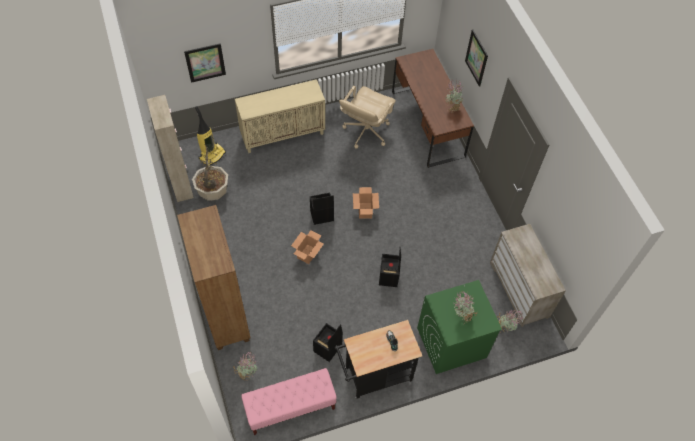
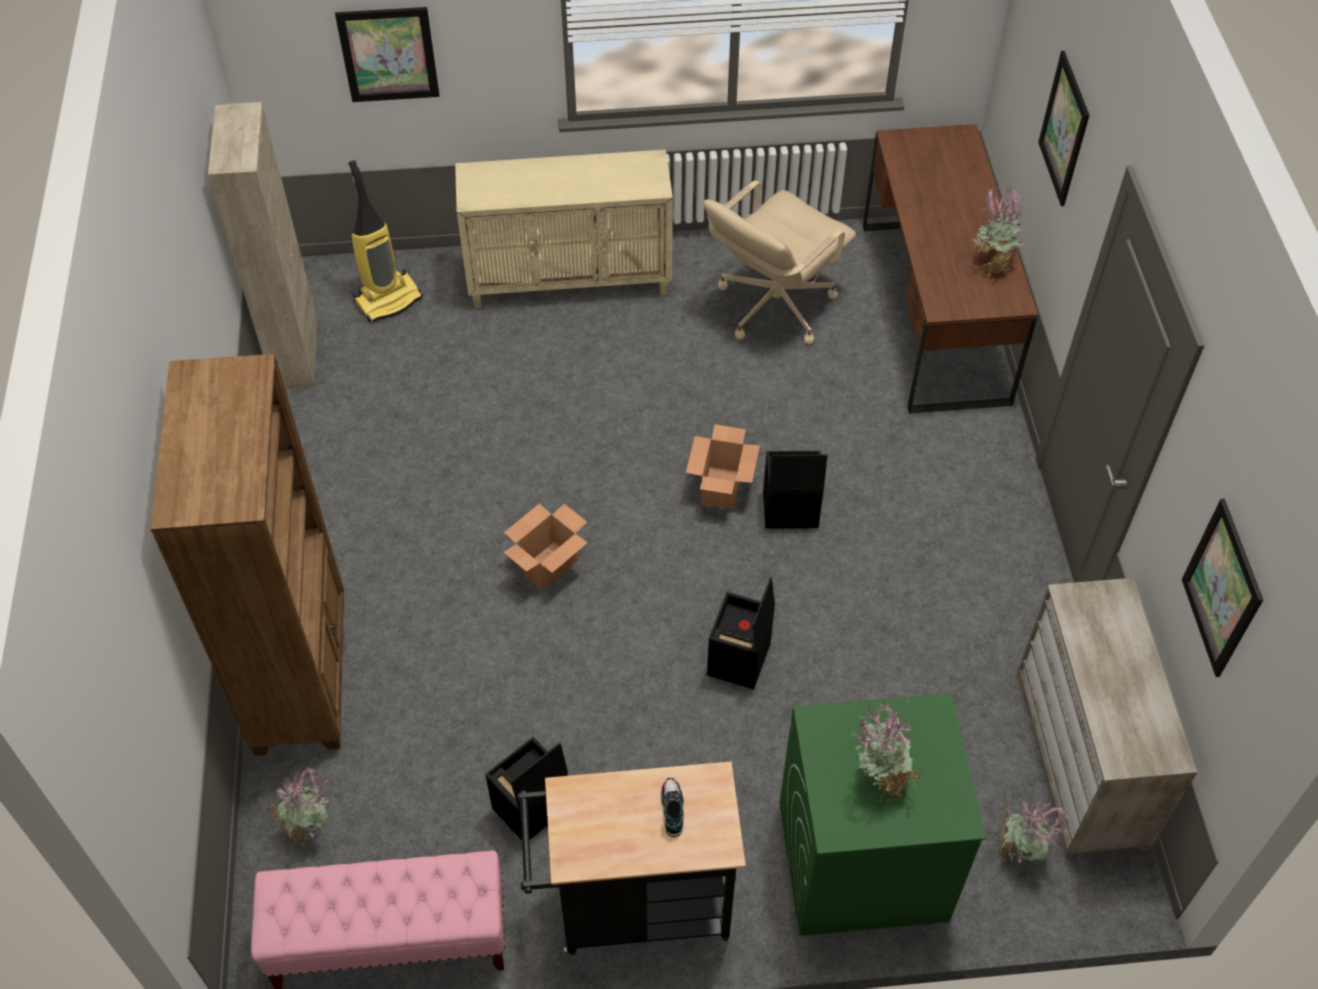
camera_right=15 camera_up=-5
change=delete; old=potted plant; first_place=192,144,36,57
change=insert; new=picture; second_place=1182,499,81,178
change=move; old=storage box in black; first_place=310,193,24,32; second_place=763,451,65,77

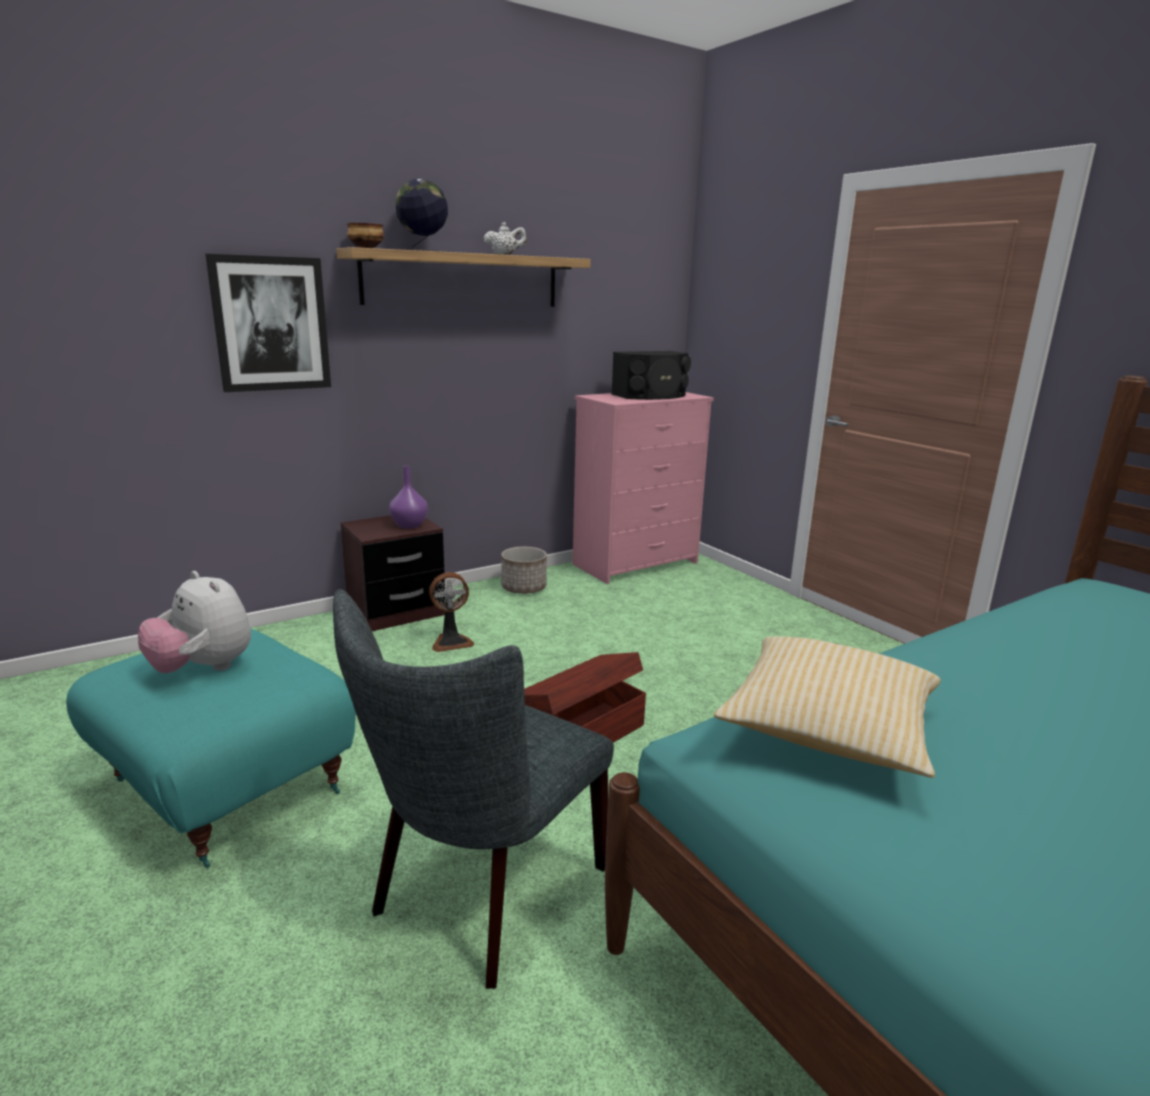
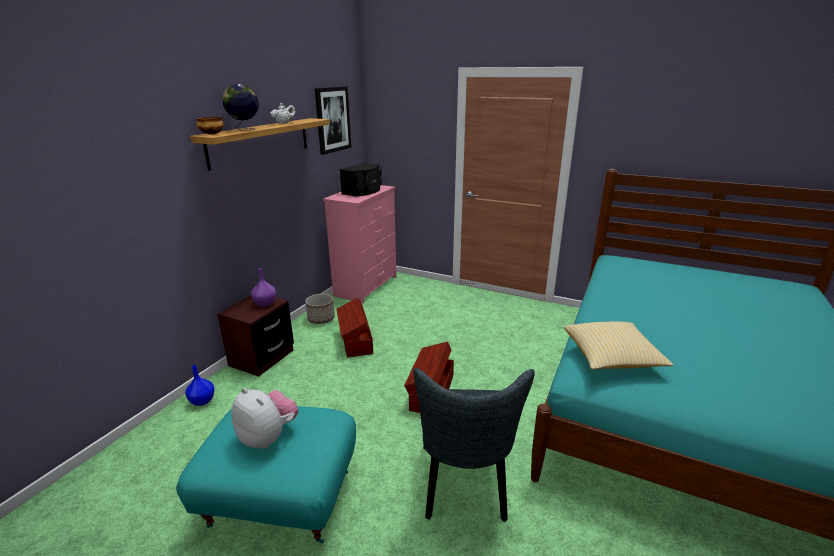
camera_right=-30 camera_up=5
change=delete; old=fan; first_place=429,572,45,80
change=insert; new=vase in blue; second_place=186,365,28,41
change=insert; new=storage box in brown; second_place=336,298,37,60
change=move; old=picture; first_place=205,254,126,138; second_place=315,86,36,69
change=rotate; old=plush toy; first_place=138,571,113,102; second_place=231,388,67,61; degrees=-150

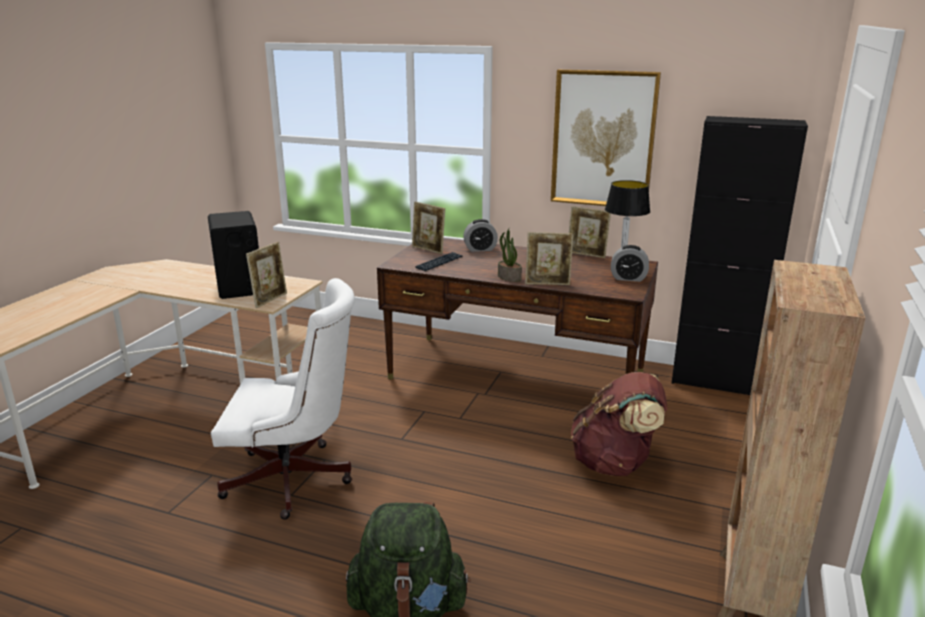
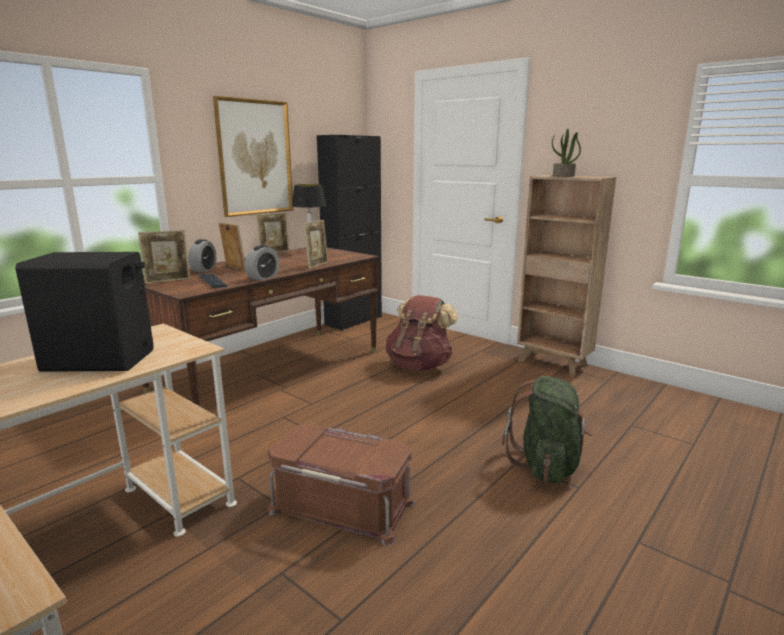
camera_right=-70 camera_up=-5
change=move; old=picture frame; first_place=246,242,41,66; second_place=218,222,28,49
change=move; old=potted plant; first_place=498,228,24,54; second_place=552,128,29,49
change=move; old=alarm clock; first_place=611,245,38,37; second_place=245,245,35,36
change=replace; old=office chair in white; new=storage box in brown; first_place=211,278,144,242; second_place=267,424,148,122

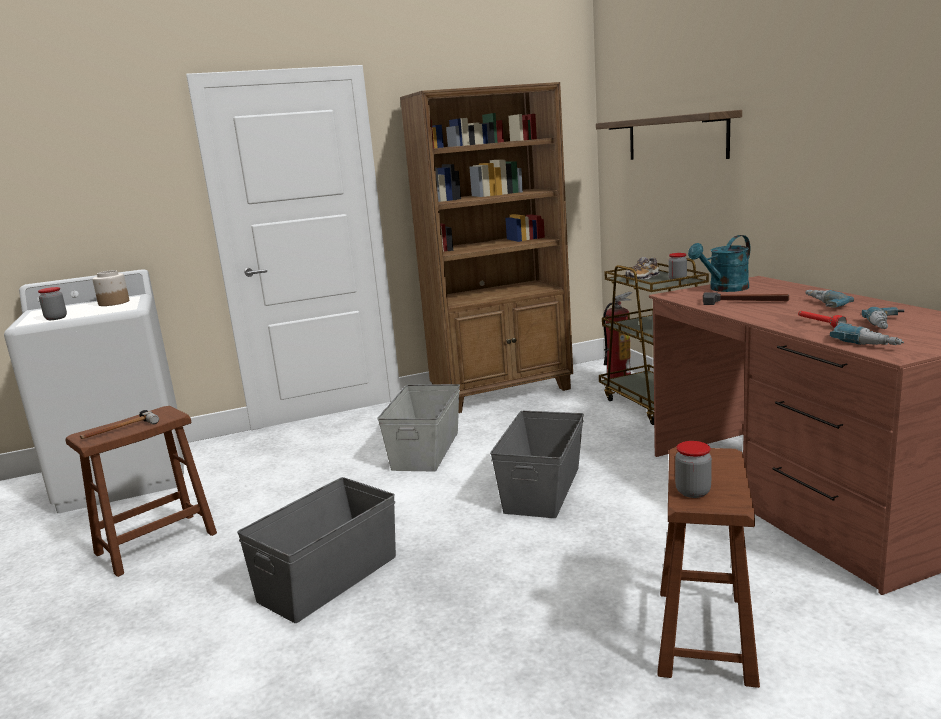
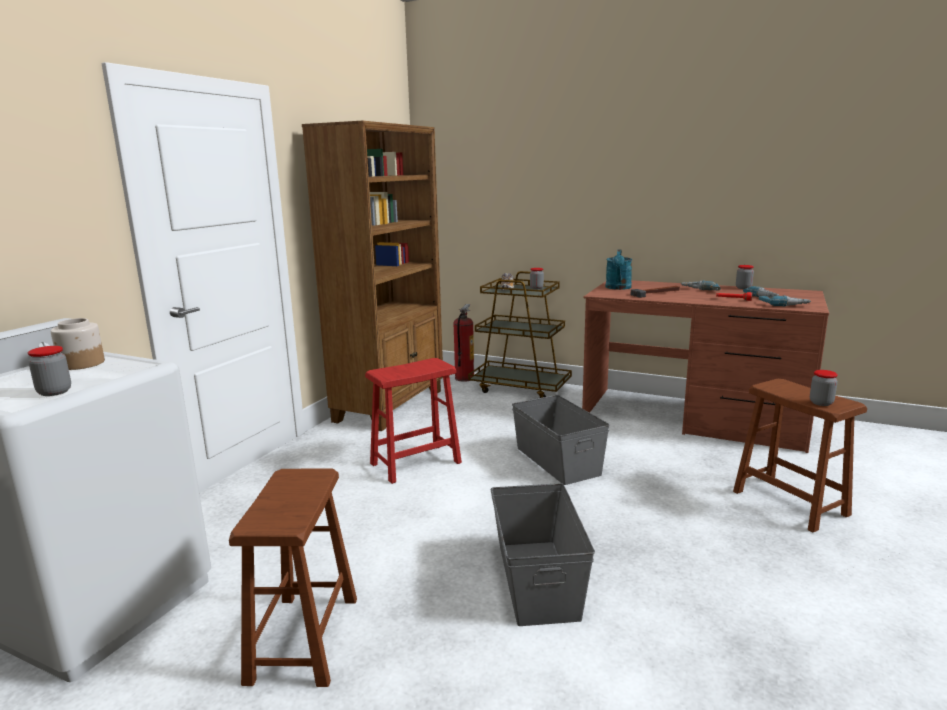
camera_right=-45 camera_up=0
change=delete; old=hammer; first_place=80,410,79,29
change=delete; old=shelf; first_place=596,110,146,50
change=insert; new=jar; second_place=736,265,18,24
change=replace; old=storage box in grey; new=stool in red; first_place=377,384,83,87; second_place=365,358,97,126

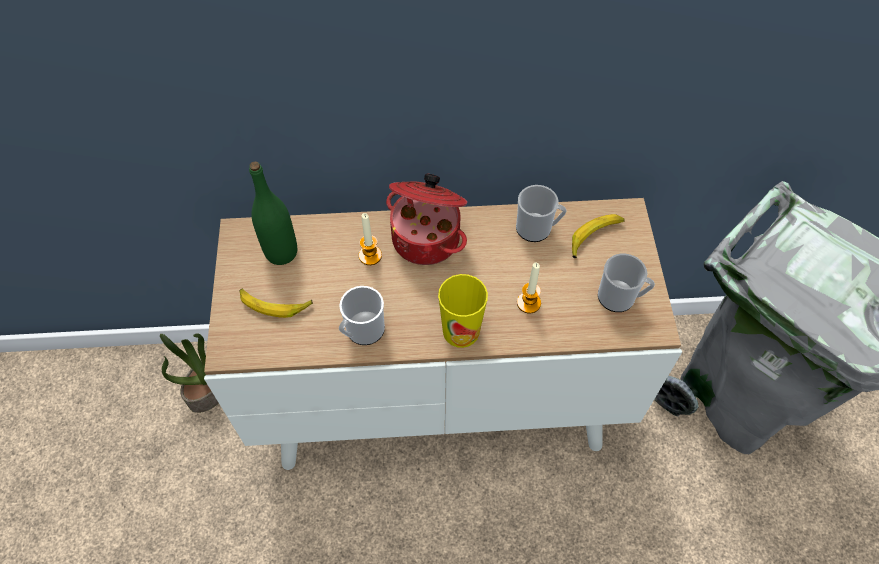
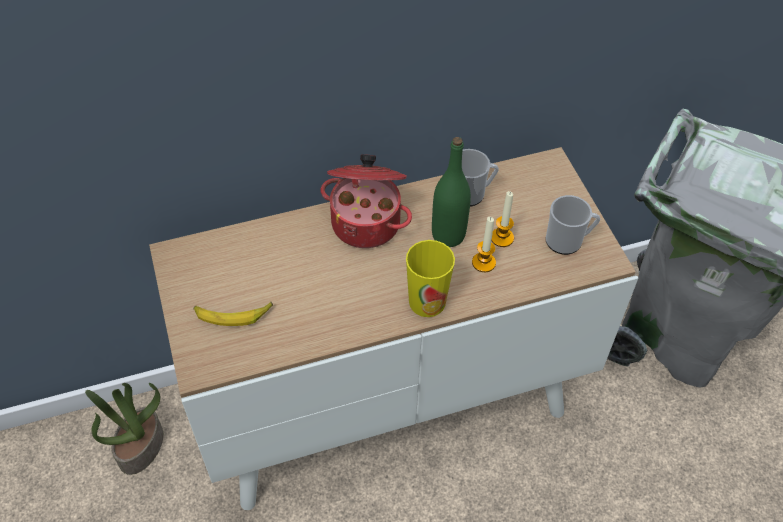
camera_right=-15 camera_up=-5
change=delete; old=mug; first_place=339,286,46,59
change=delete; old=banana; first_place=572,214,52,44
change=move; old=bottle in green; first_place=249,162,48,103; second_place=432,137,39,110
change=move; old=candle; first_place=359,213,23,52; second_place=491,191,23,56

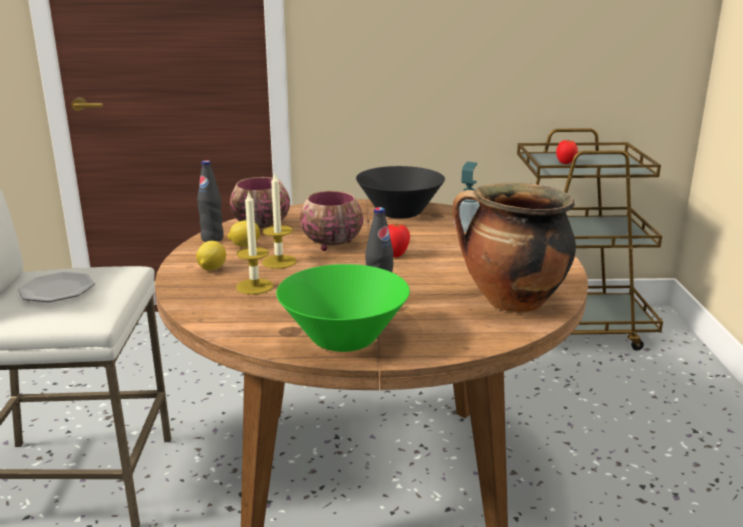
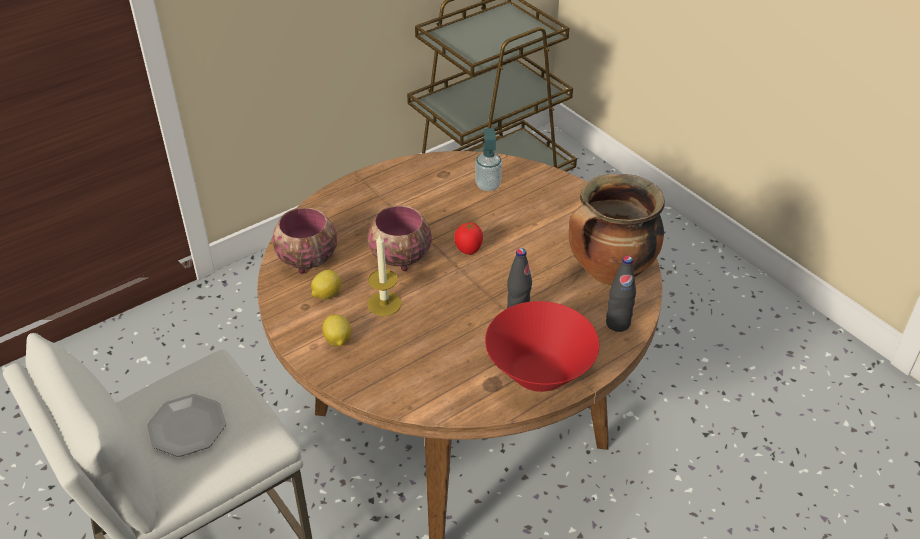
camera_right=-35 camera_up=20
change=delete; old=candle; first_place=236,190,37,105
change=delete; old=bowl in black; first_place=356,166,89,53
change=delete; old=tomato; first_place=556,140,22,24
change=move; old=bottle in black; first_place=197,160,27,82; second_place=606,256,30,76
change=recolor; old=bowl in green; new=bowl in red; first_place=276,264,134,88; second_place=485,301,114,91

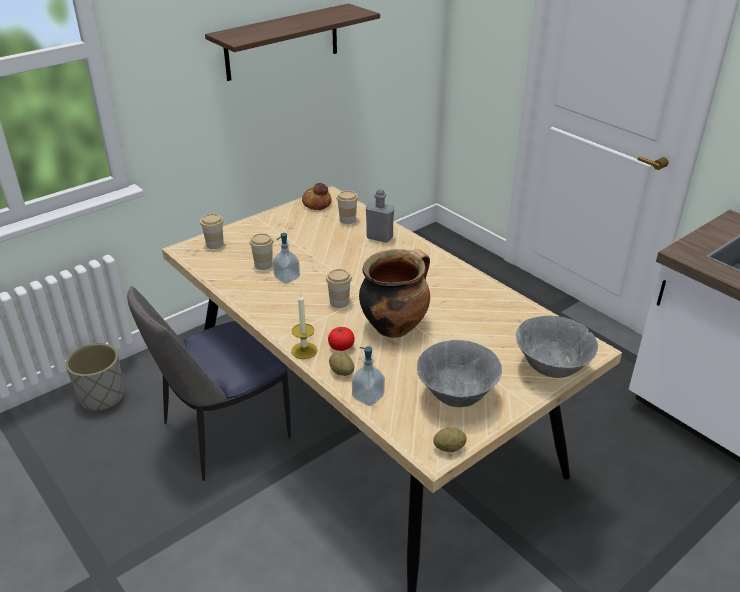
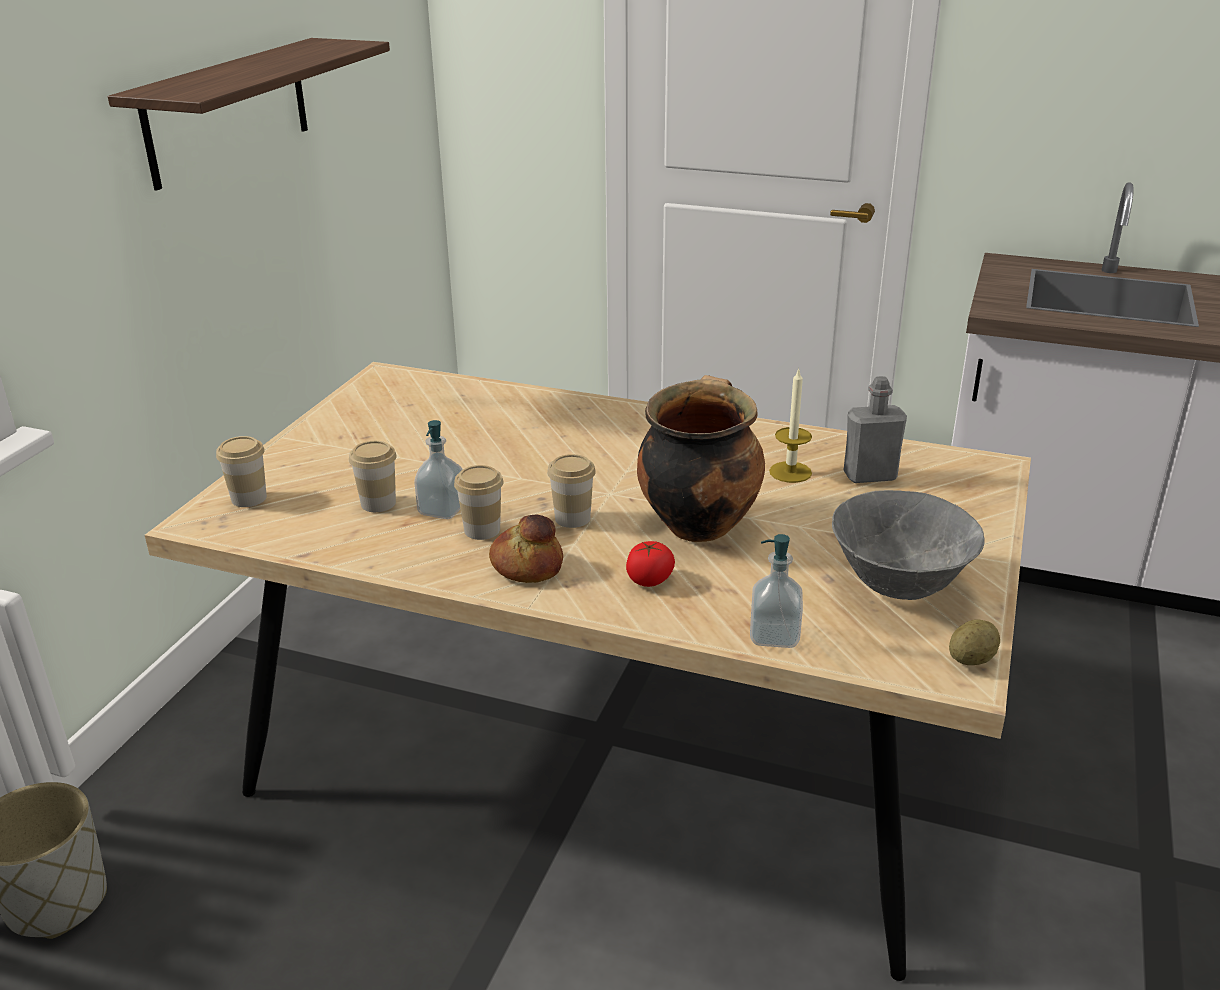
camera_right=-30 camera_up=-5
change=delete; old=chair; first_place=127,286,164,195
change=delete; old=potato; first_place=329,352,25,24
change=delete; old=bowl in grey; first_place=516,316,82,62
change=move; old=candle; first_place=291,294,26,65; second_place=769,367,43,116
change=move; old=bread; first_place=302,183,30,27; second_place=489,515,74,68
change=move; old=cup; first_place=336,191,22,33; second_place=454,465,49,75
change=move; old=bottle in grey; first_place=366,189,28,54; second_place=844,376,63,107

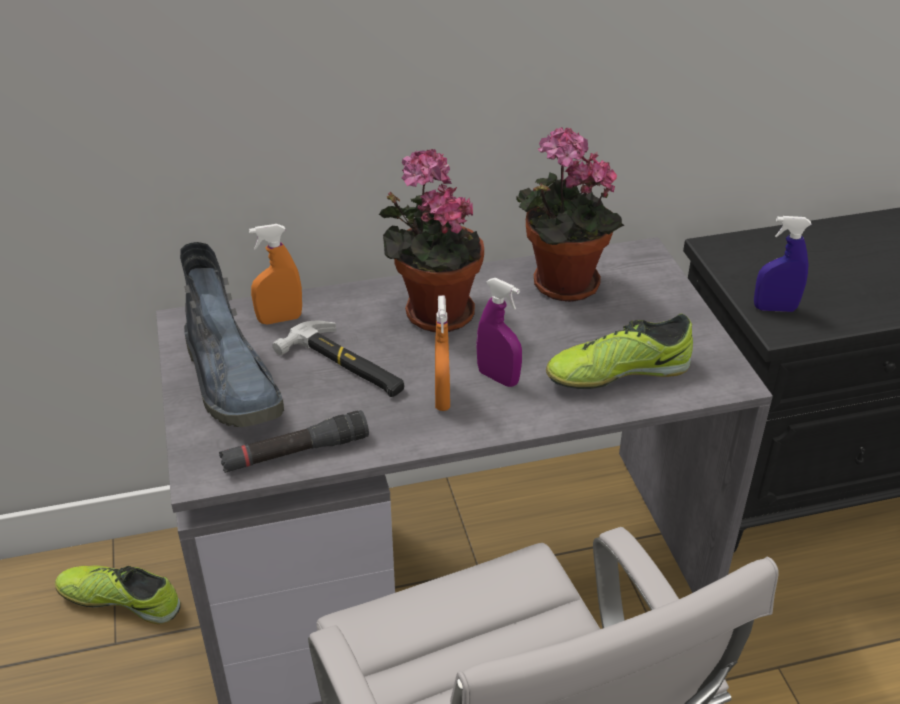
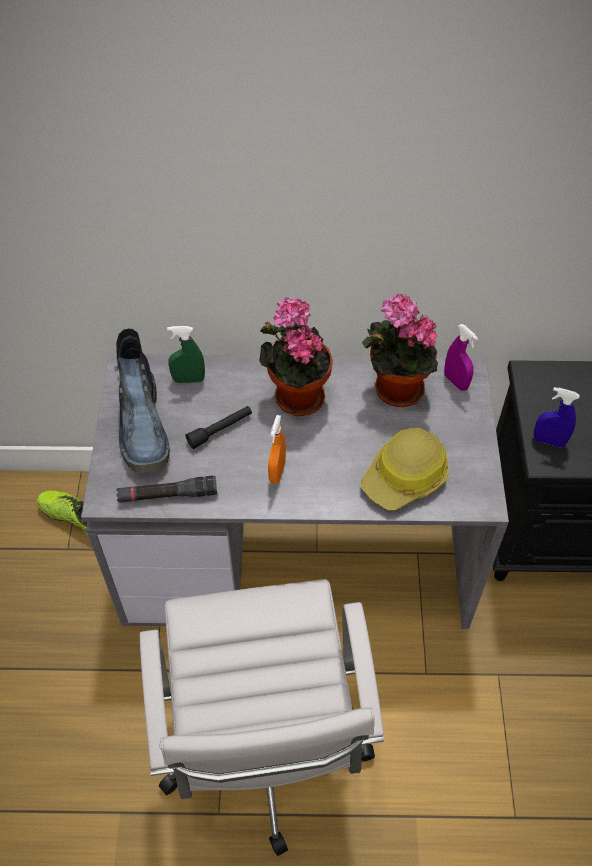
camera_right=15 camera_up=15
change=move; old=spray bottle in purple; first_place=476,278,46,109; second_place=444,324,34,67
change=replace; old=hammer; new=flashlight in black; first_place=273,320,131,77; second_place=185,406,67,43
change=replace; old=shoe; new=hard hat; first_place=546,314,147,75; second_place=361,427,88,84
change=recolor; old=spray bottle in orange; new=spray bottle in green; first_place=249,224,53,101; second_place=167,326,38,57

